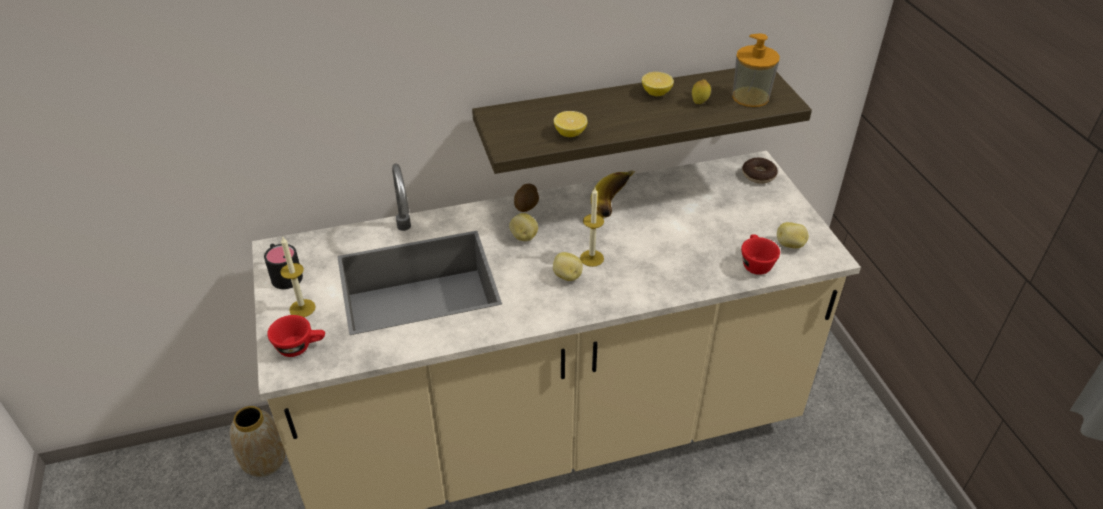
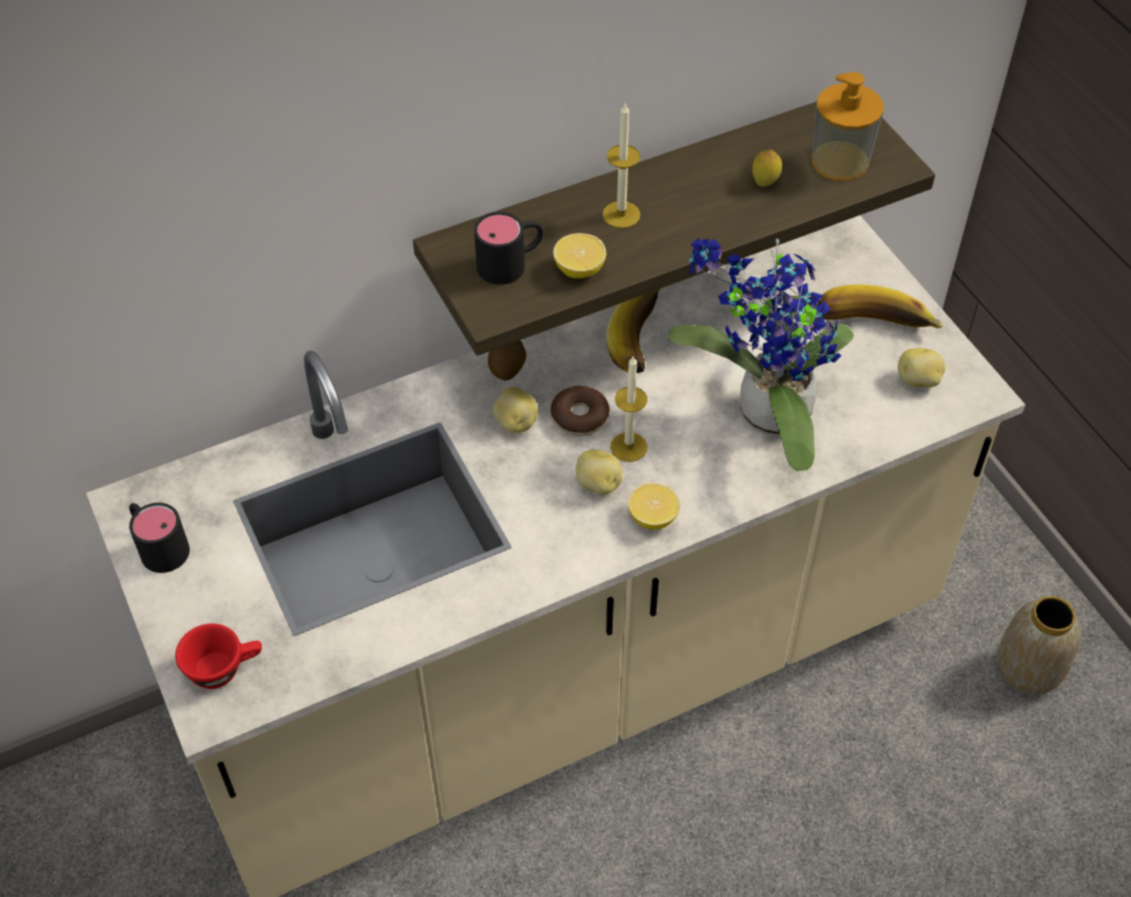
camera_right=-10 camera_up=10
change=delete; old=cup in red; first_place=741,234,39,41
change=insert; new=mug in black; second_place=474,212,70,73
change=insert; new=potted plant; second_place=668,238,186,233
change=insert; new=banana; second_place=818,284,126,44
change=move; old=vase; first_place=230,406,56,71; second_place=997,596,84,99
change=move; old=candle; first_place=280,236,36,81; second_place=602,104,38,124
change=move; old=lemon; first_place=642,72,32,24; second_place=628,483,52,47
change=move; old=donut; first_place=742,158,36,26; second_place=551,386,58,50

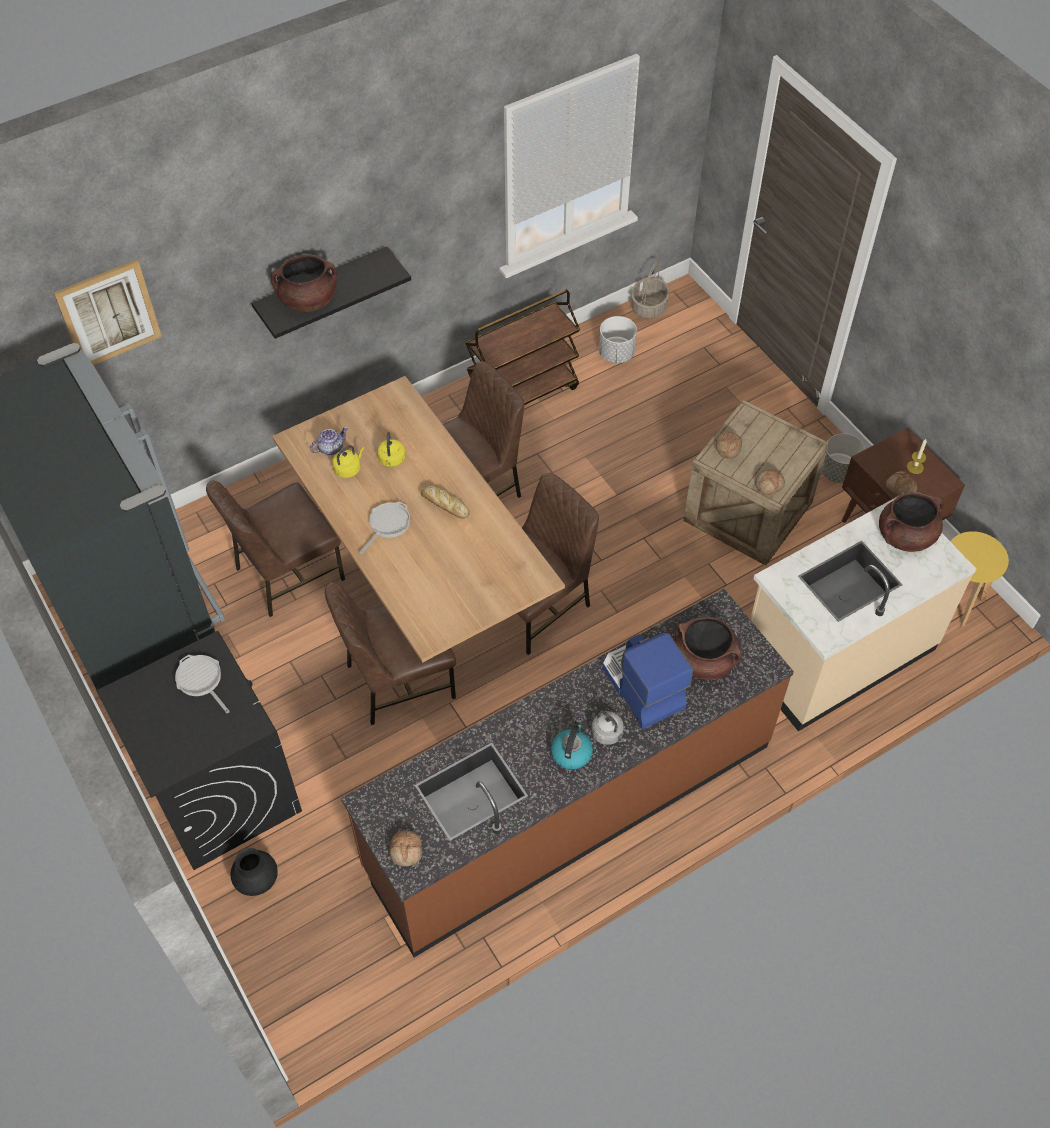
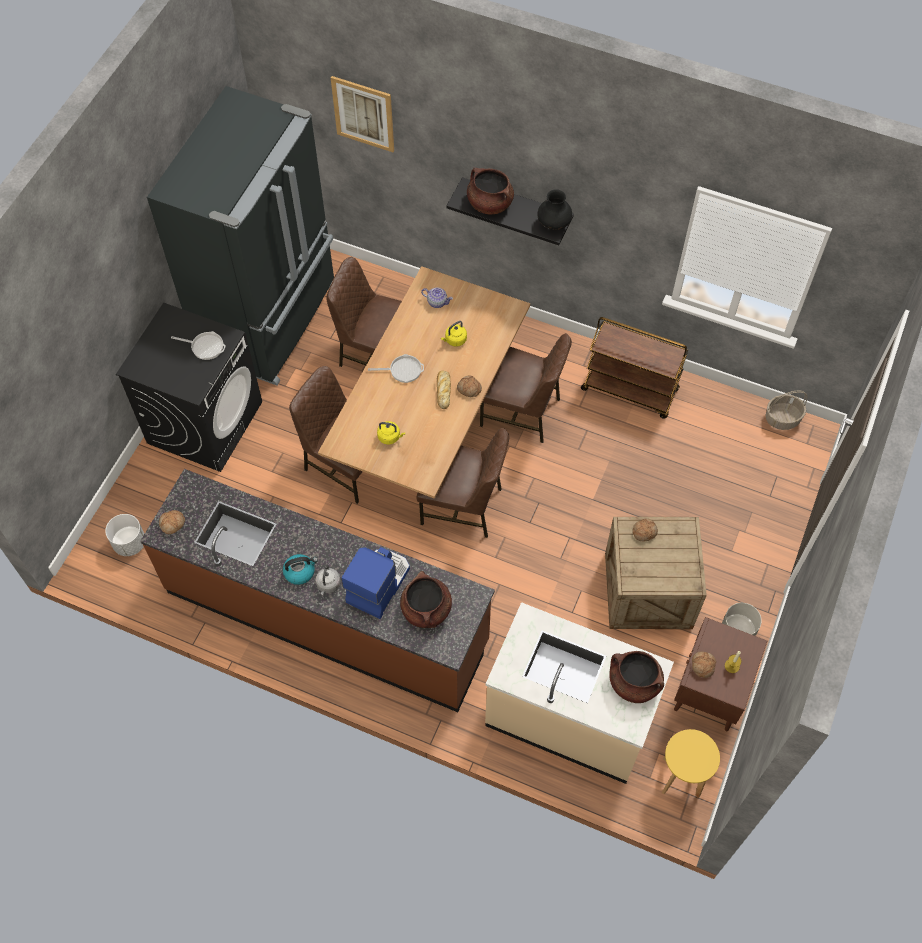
camera_right=55 camera_up=5
change=move; old=vase in black; first_place=230,848,48,48; second_place=537,189,35,41
change=move; old=kettle in yellow; first_place=332,445,32,33; second_place=377,421,28,24
change=move; old=planter in white; first_place=599,316,38,47; second_place=105,514,39,42
change=move; old=bread; first_place=755,470,30,25; second_place=457,375,25,22
change=rotate; old=frying pan; first_place=175,655,55,58; second_place=171,331,55,29; degrees=90

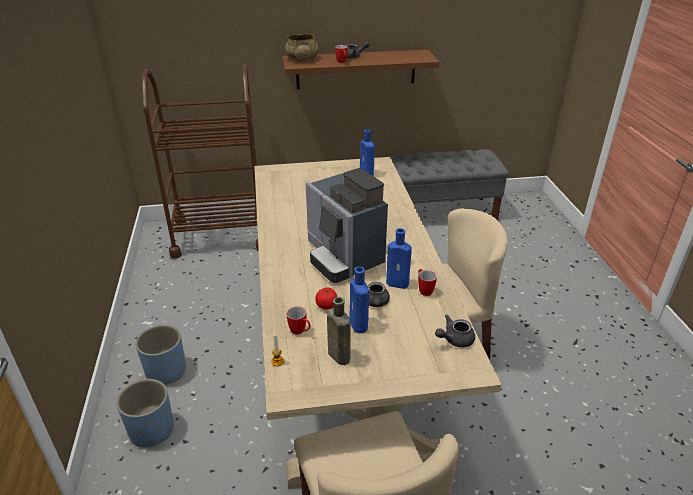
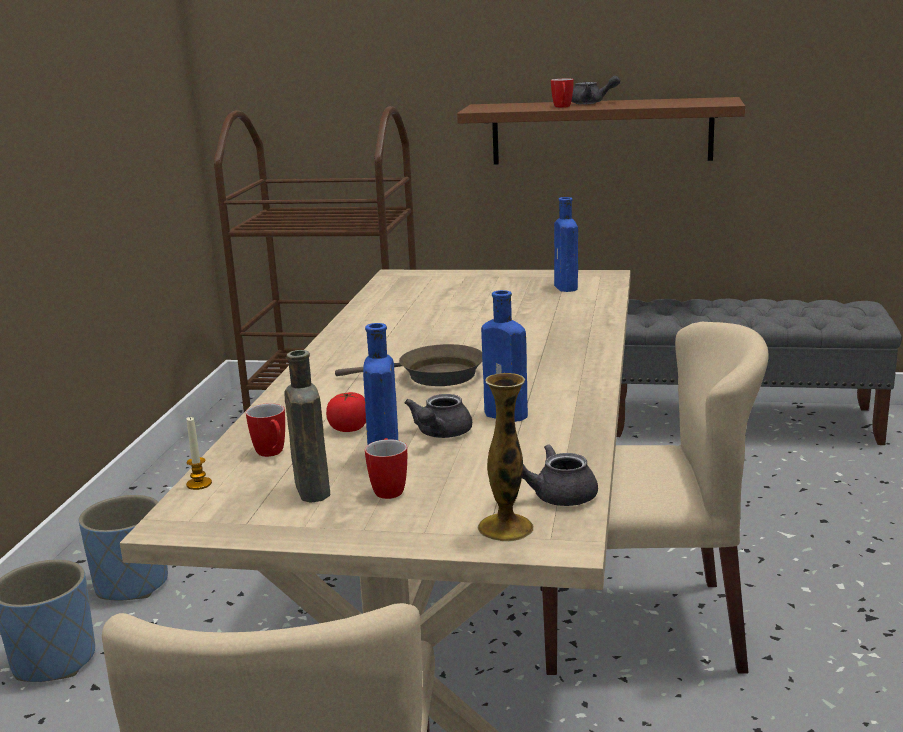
camera_right=20 camera_up=-15
change=delete; old=bowl in beige; first_place=285,34,34,28
change=insert; new=vase; second_place=477,373,57,169
change=move; old=mug; first_place=418,269,19,27; second_place=365,438,42,61
change=replace; old=coffee machine; new=frying pan in brown; first_place=306,168,82,115; second_place=335,344,147,42

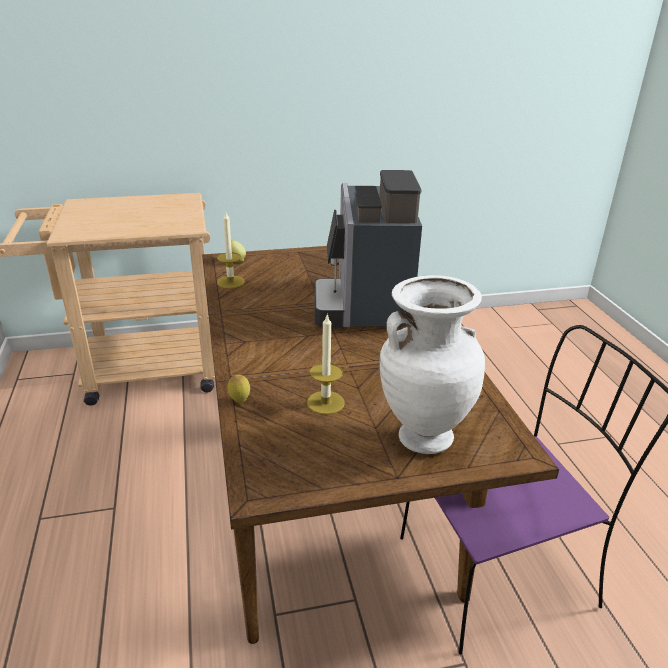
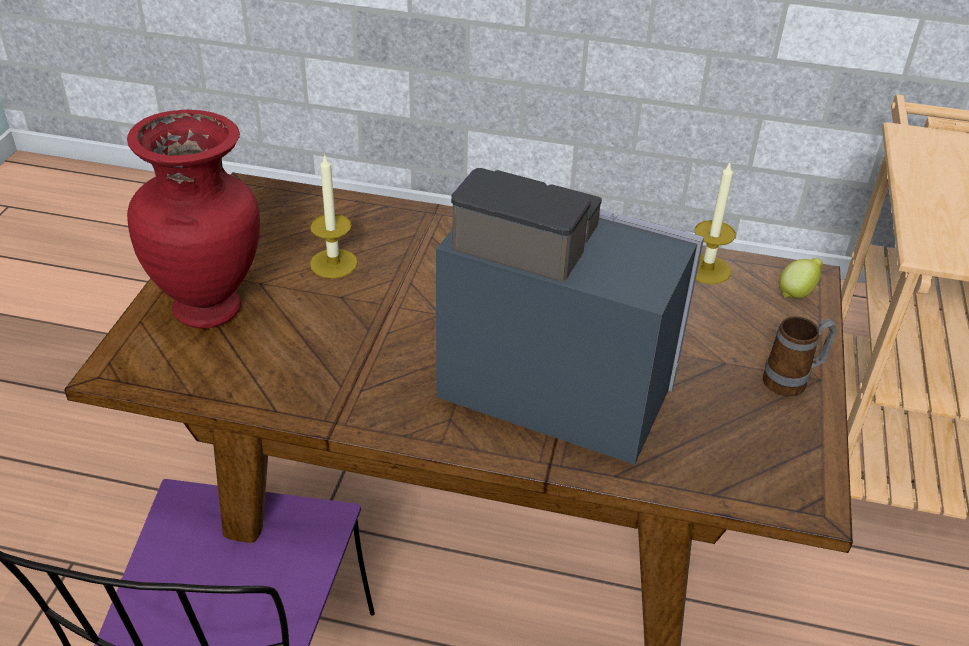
camera_right=115 camera_up=10
change=delete; old=lemon; first_place=228,375,22,28
change=insert; new=mug; second_place=763,316,74,80
change=recolor; old=vase in white; new=vase in red; first_place=380,275,105,179; second_place=127,110,133,219

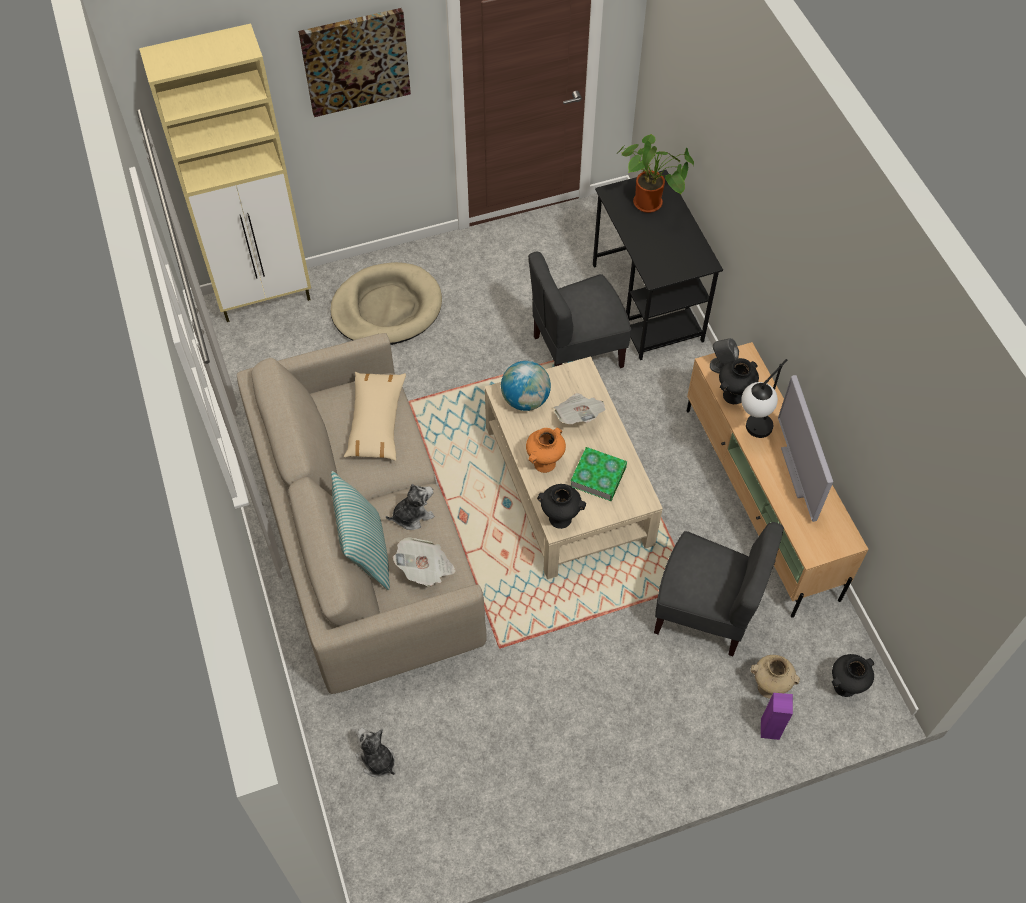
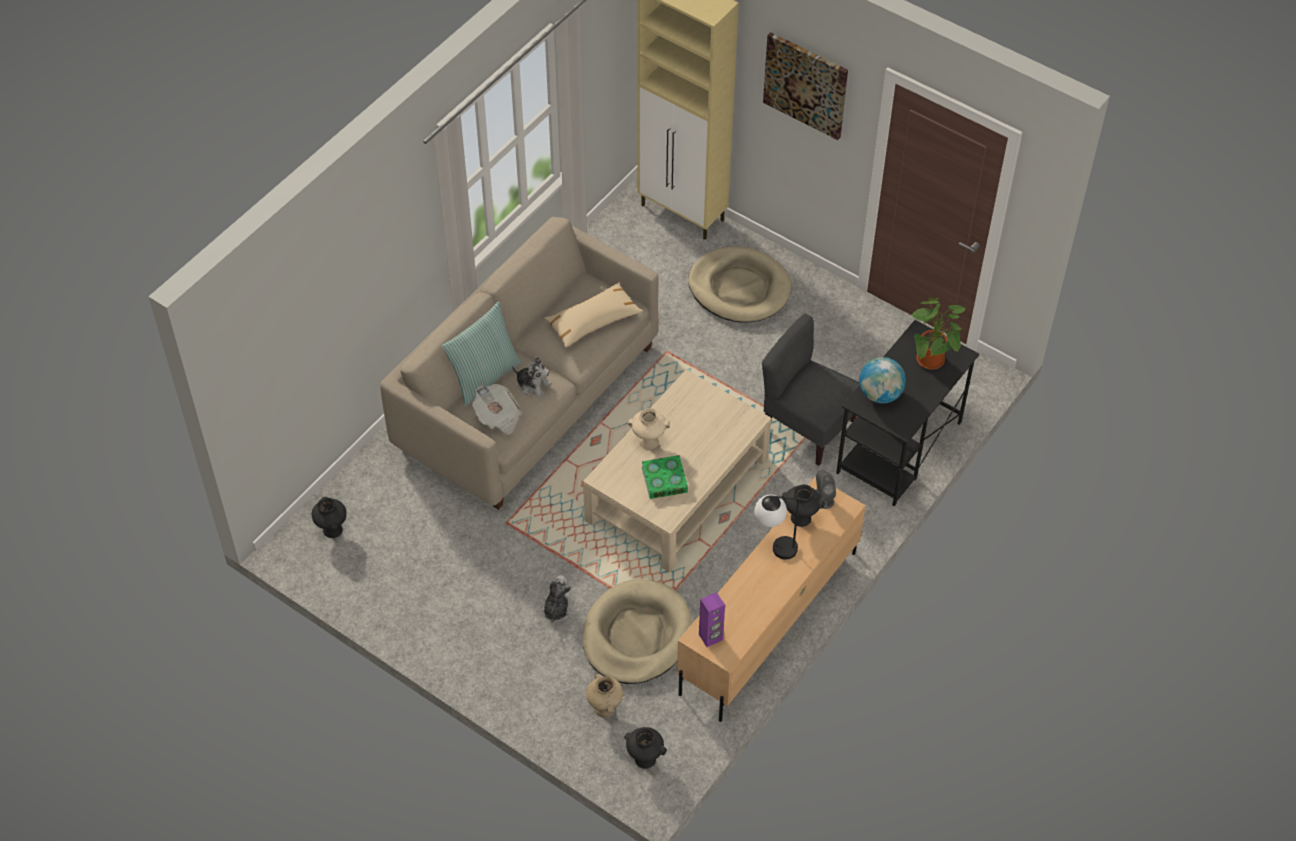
camera_right=55 camera_up=-5
change=delete; old=newspaper; first_place=553,393,53,31
change=delete; old=television; first_place=778,375,55,147
change=move; old=plush toy; first_place=356,728,39,49; second_place=542,575,30,48
change=move; old=globe; first_place=501,361,50,50; second_place=859,357,47,46
change=move; old=vase in black; first_place=537,484,49,45; second_place=312,497,35,41
change=move; old=speaker in purple; first_place=761,693,32,47; second_place=699,592,26,55
change=replace; old=chair in grey; new=dog bed in beige; first_place=654,522,130,135; second_place=582,579,110,105
change=recolor; old=vase in orange; new=vase in beige; first_place=526,427,40,46; second_place=628,408,42,42

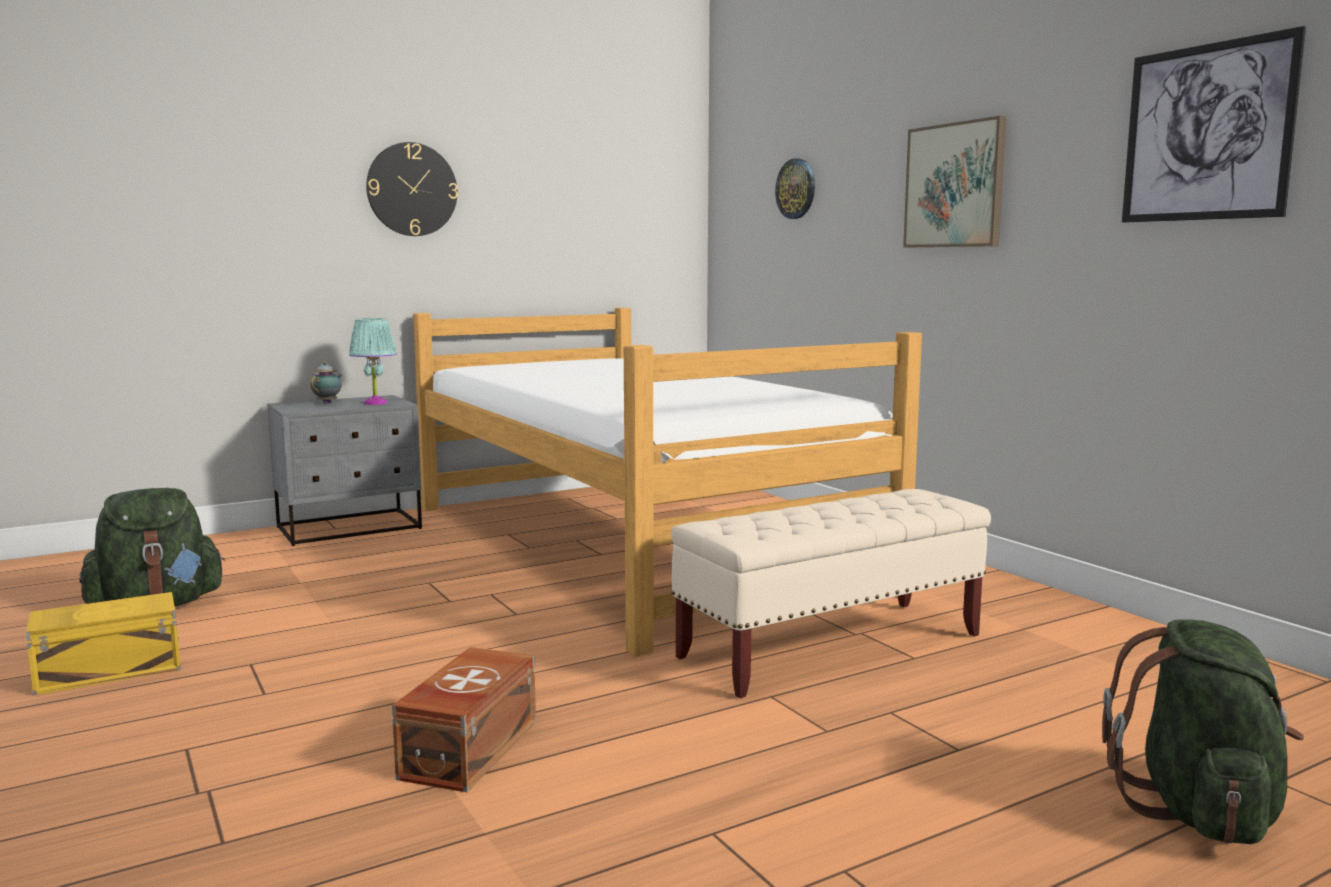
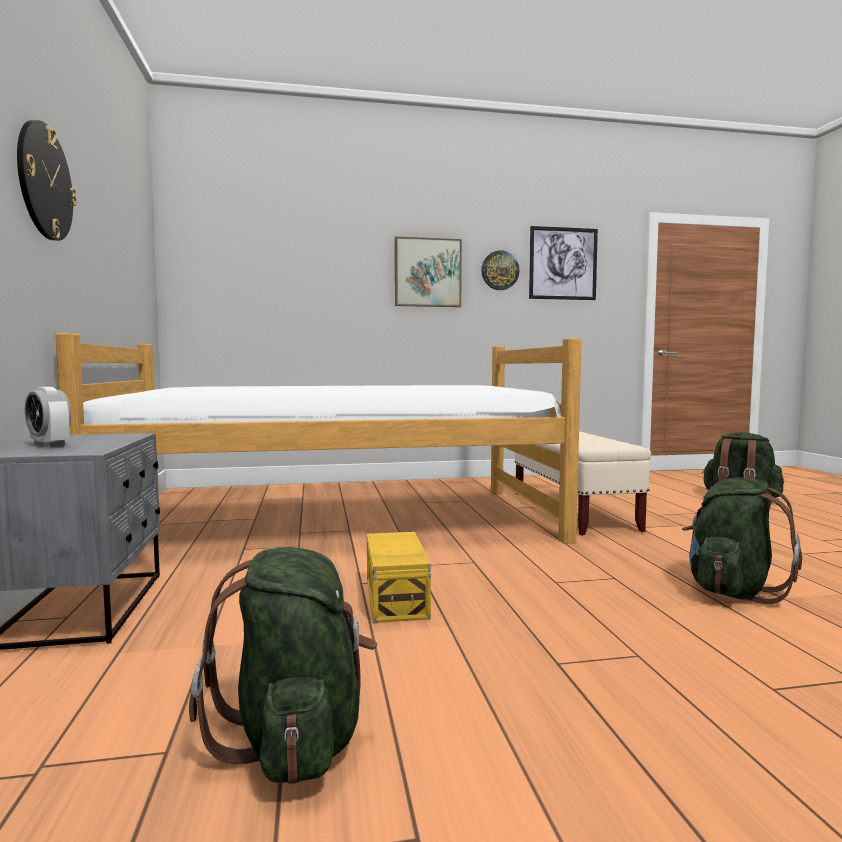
camera_right=-70 camera_up=-5
change=delete; old=table lamp in turquoise; first_place=349,318,48,87
change=move; old=storage box in yellow; first_place=26,592,155,103; second_place=367,532,64,91
change=move; old=wall clock; first_place=775,158,40,61; second_place=481,250,38,40
change=replace; old=teapot; new=alarm clock; first_place=310,362,32,42; second_place=25,387,46,61
change=replace; old=storage box in brown; new=backpack in green; first_place=392,647,144,145; second_place=682,477,120,127

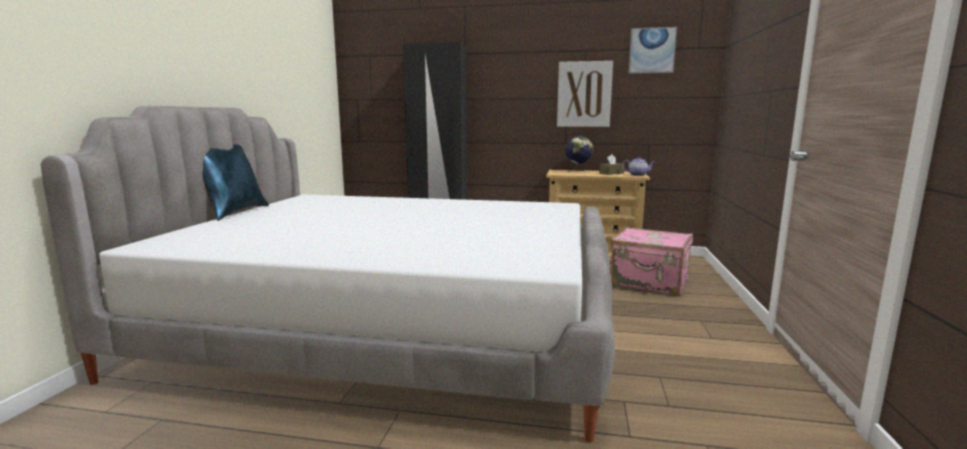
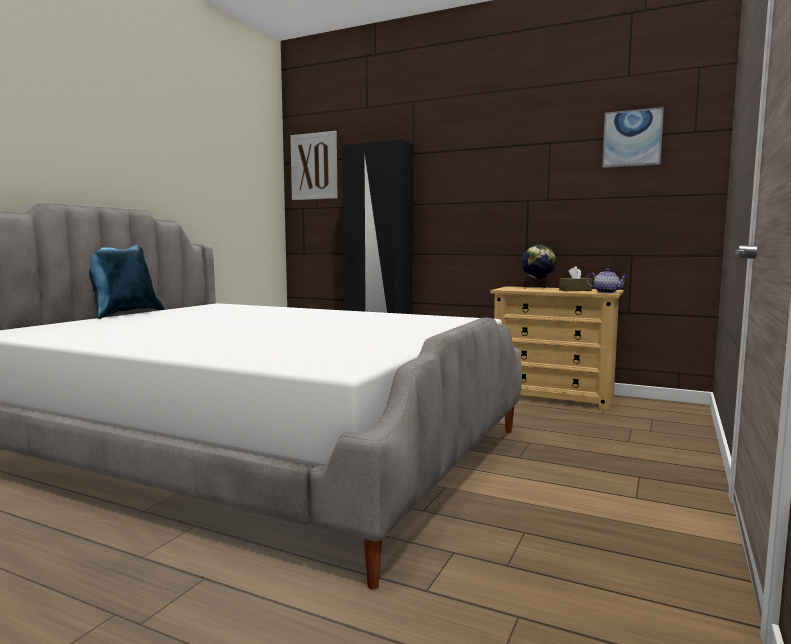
camera_right=15 camera_up=-5
change=delete; old=suitcase in pink; first_place=610,227,83,69
change=move; old=picture; first_place=557,61,56,66; second_place=290,131,48,69

